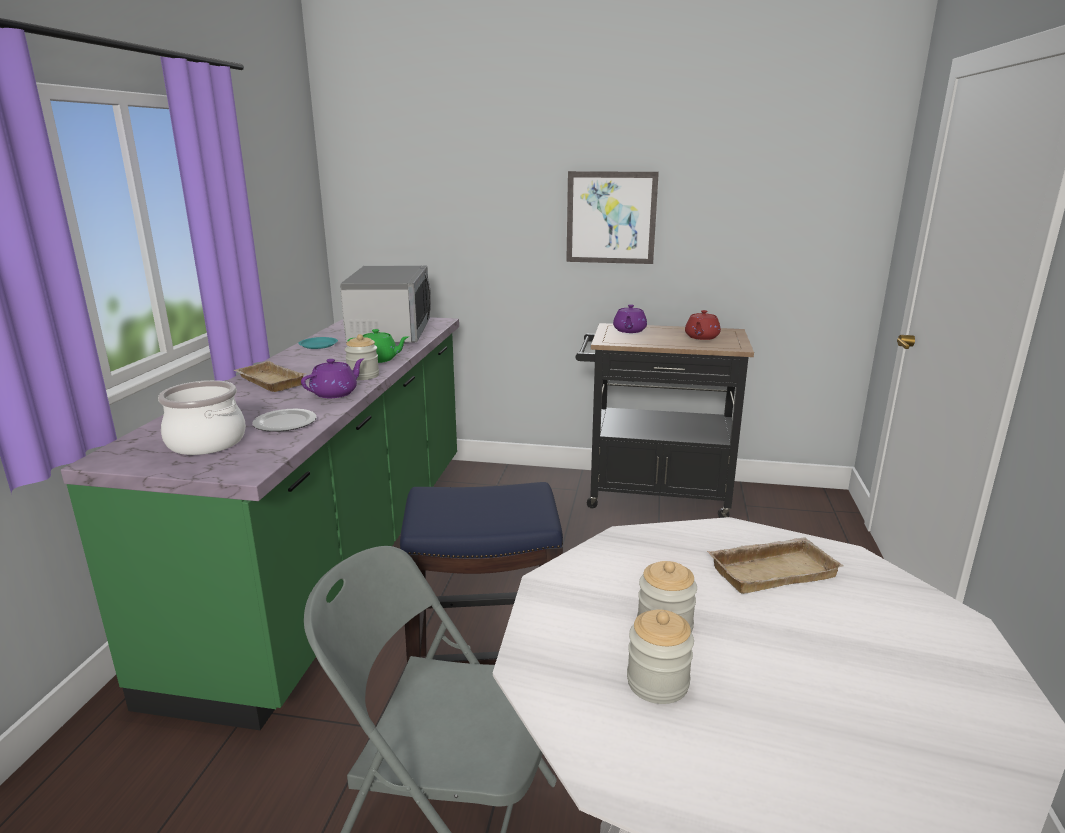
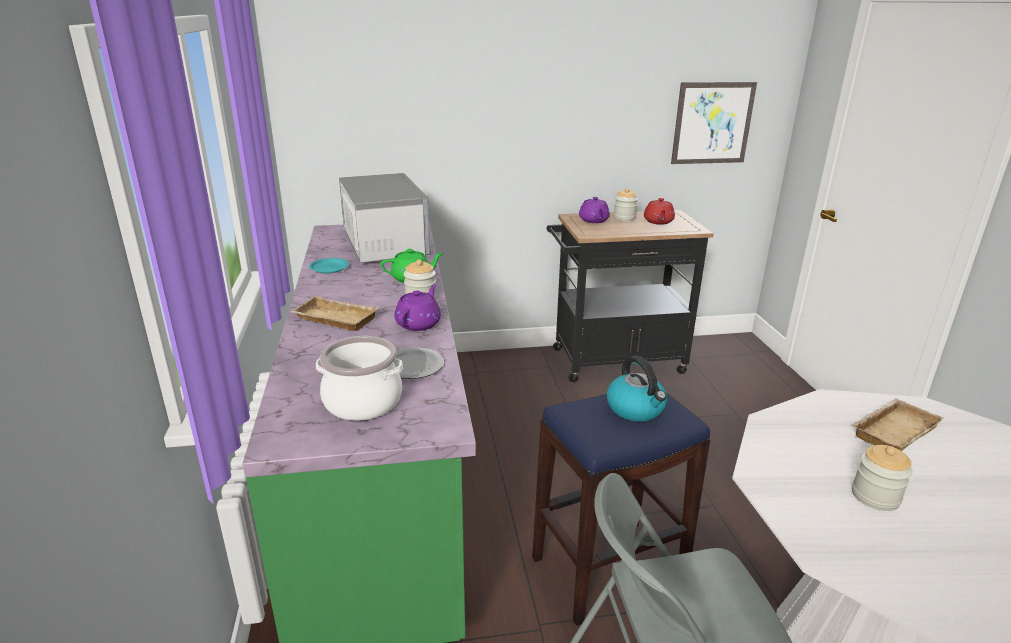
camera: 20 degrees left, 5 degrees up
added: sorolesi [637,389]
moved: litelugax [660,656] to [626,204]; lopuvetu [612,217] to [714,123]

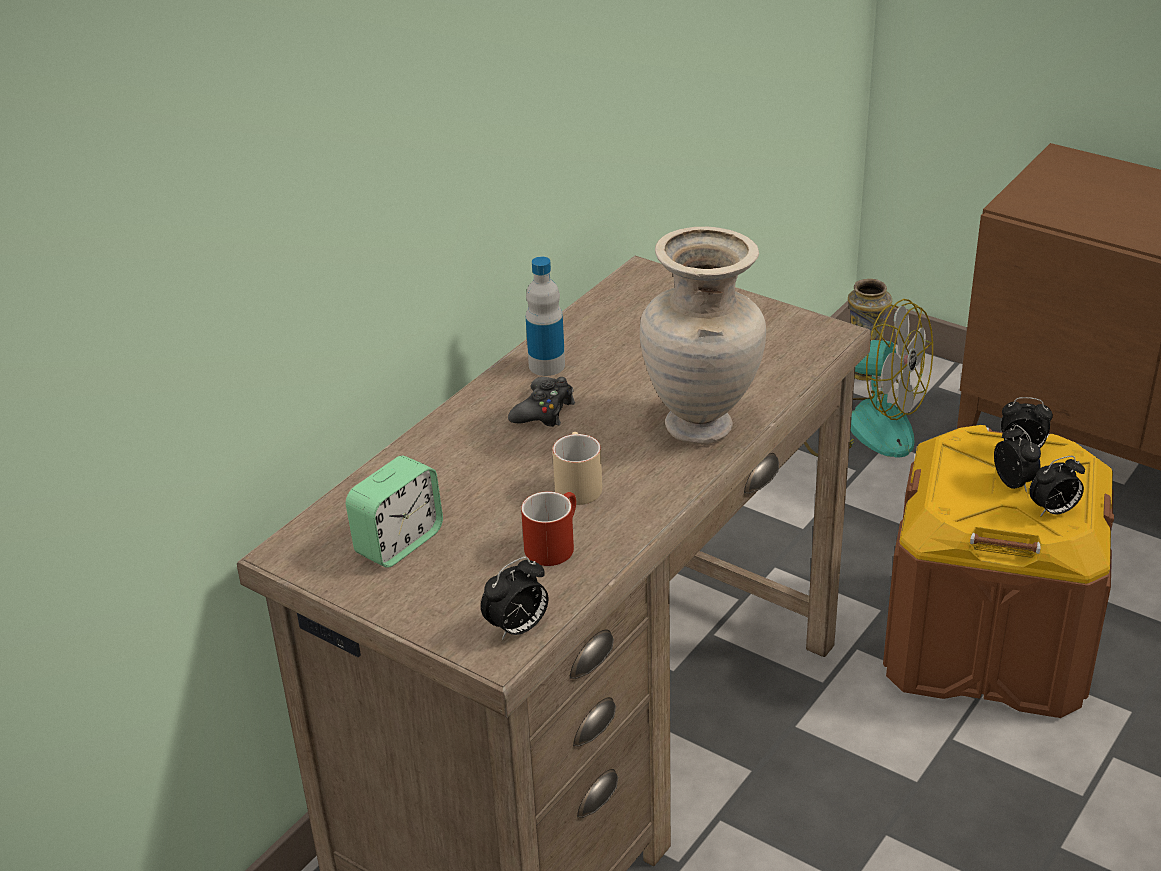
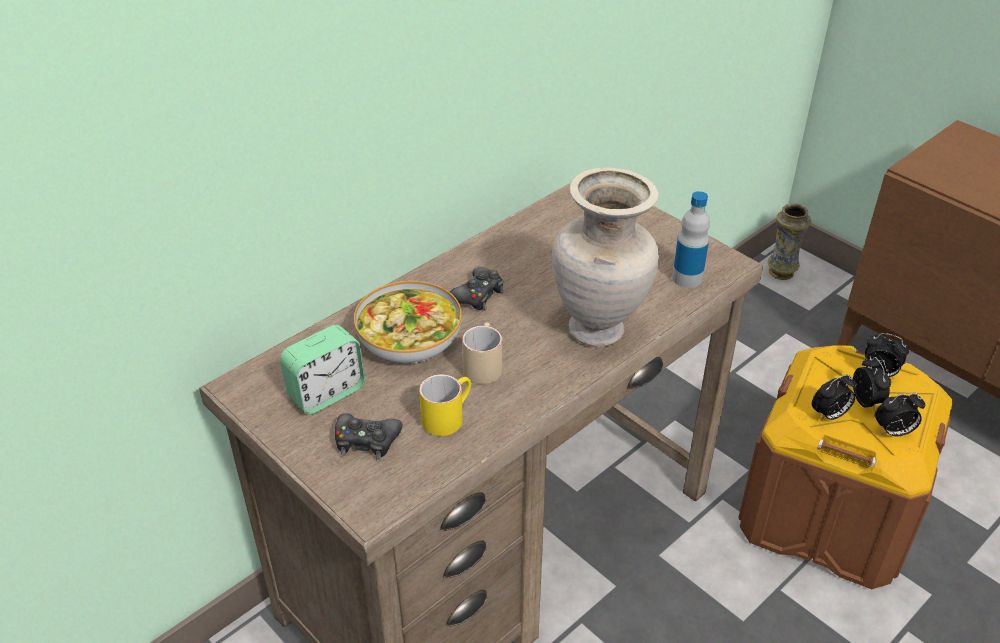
camera: 10 degrees right, 5 degrees up
removed: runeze [868,378]
added: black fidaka [368,436]; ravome [408,322]
moved: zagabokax [545,316] to [691,239]; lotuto [515,598] to [834,397]
recoloured: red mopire [548,528] to yellow mopire [445,405]

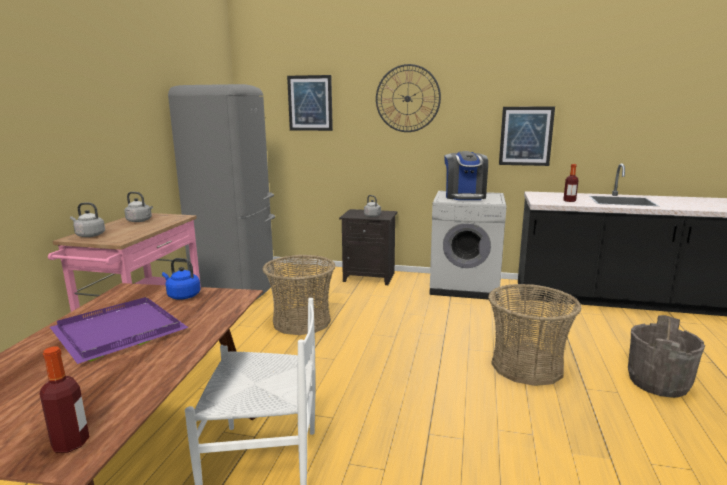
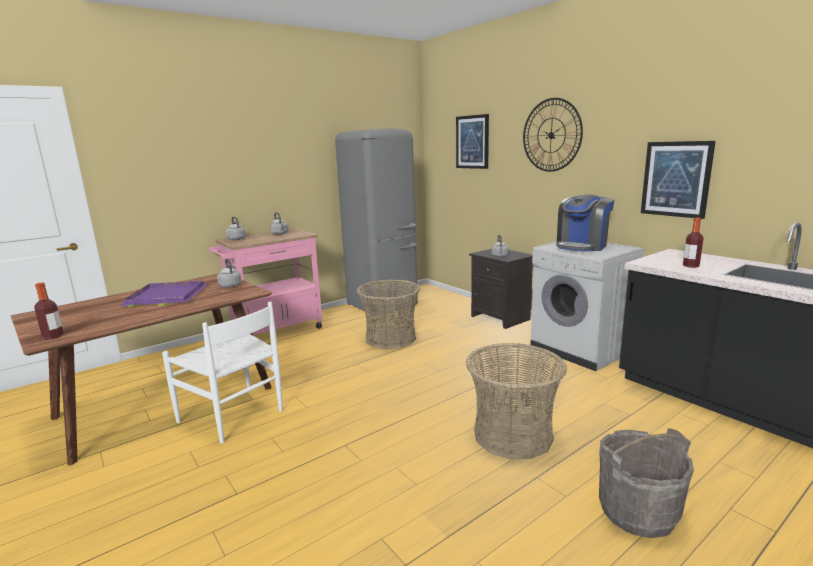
camera: 40 degrees right, 0 degrees up
recoloured: blue sorolesi [181,279] to grey sorolesi [229,273]

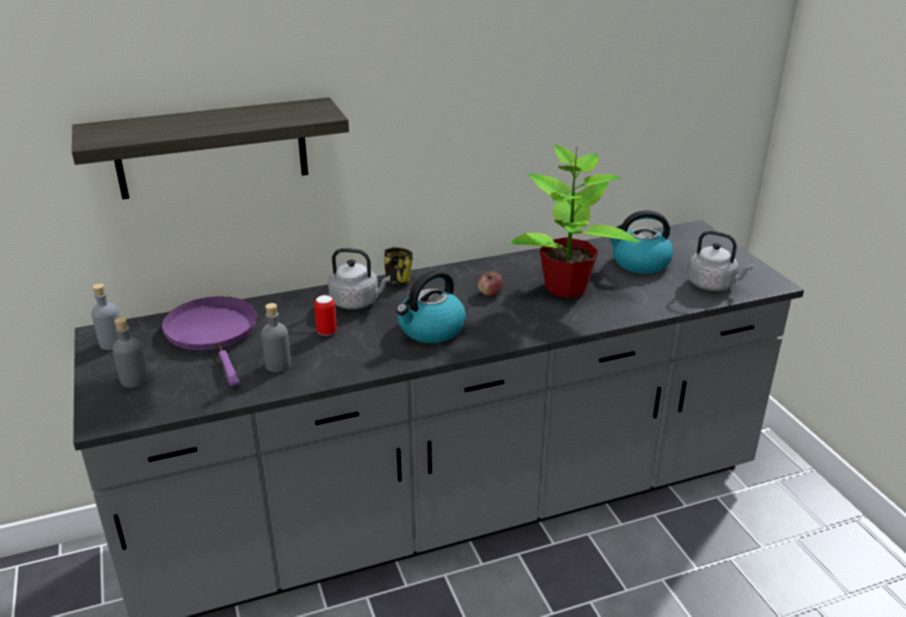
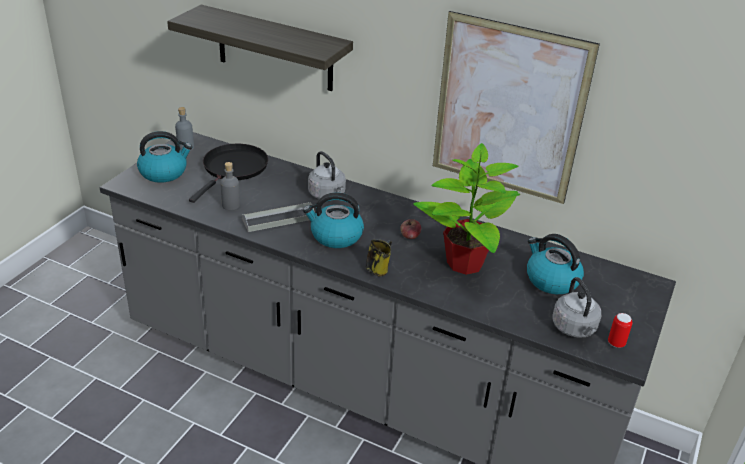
camera: 45 degrees right, 5 degrees up
added: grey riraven [278,217]; lopuvetu [516,107]
moved: mopire [398,266] to [379,257]; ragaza [325,315] to [620,330]
replaced: grey zagabokax [130,352] to sorolesi [164,157]
recoloured: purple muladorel [209,341] to black muladorel [228,173]

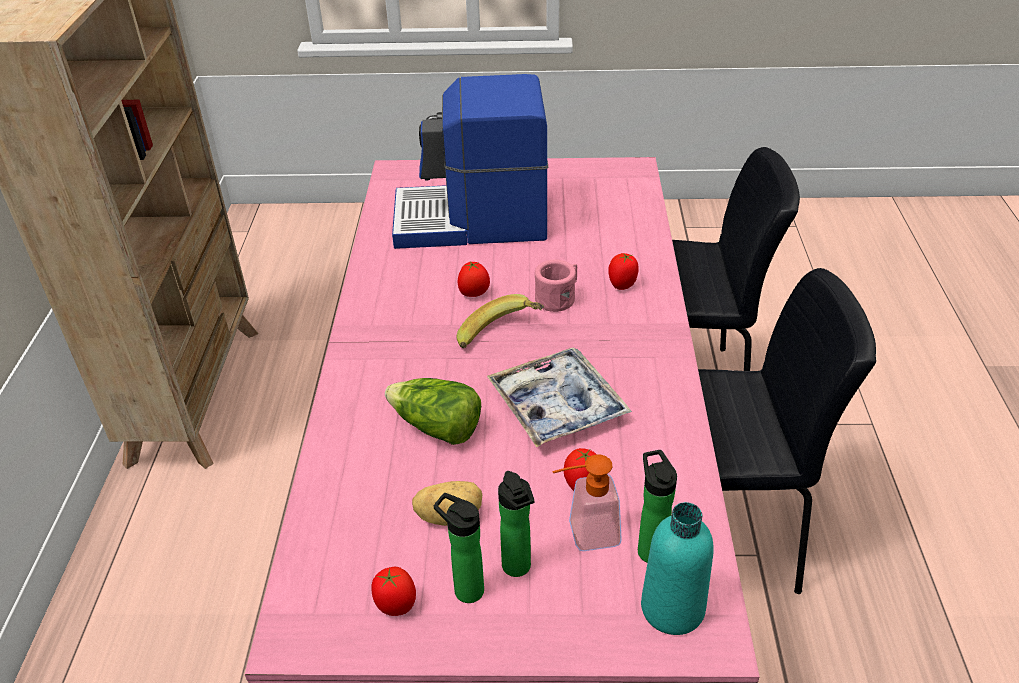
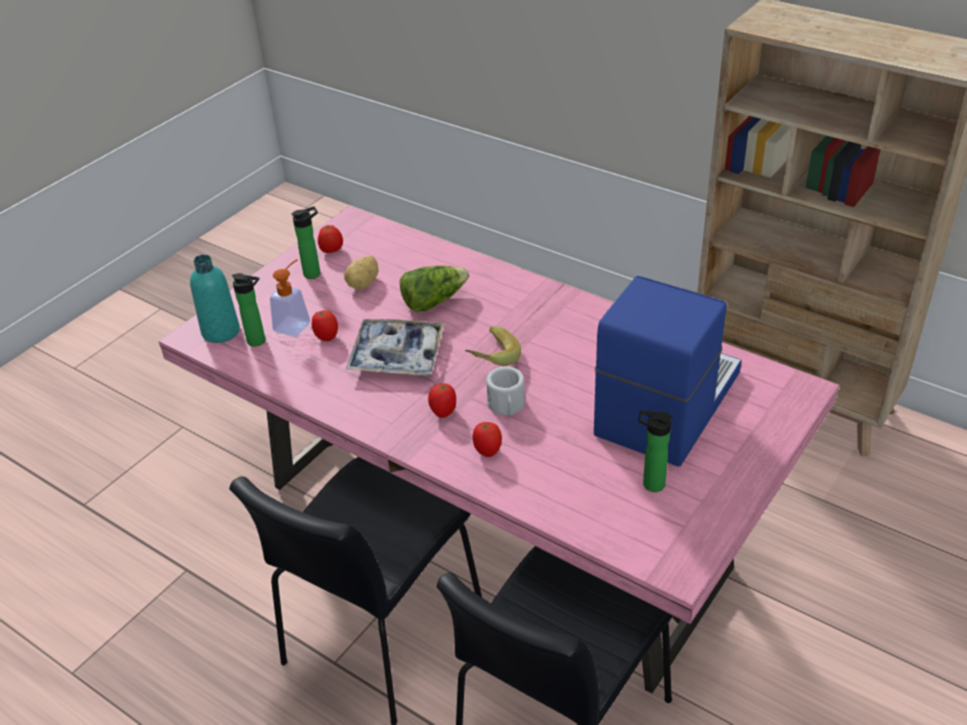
camera: 125 degrees right, 0 degrees up
moved: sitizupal [474,279] to [442,400]; zagabokax [516,524] to [656,451]
recoloured: pink mopire [556,285] to white mopire [505,391]

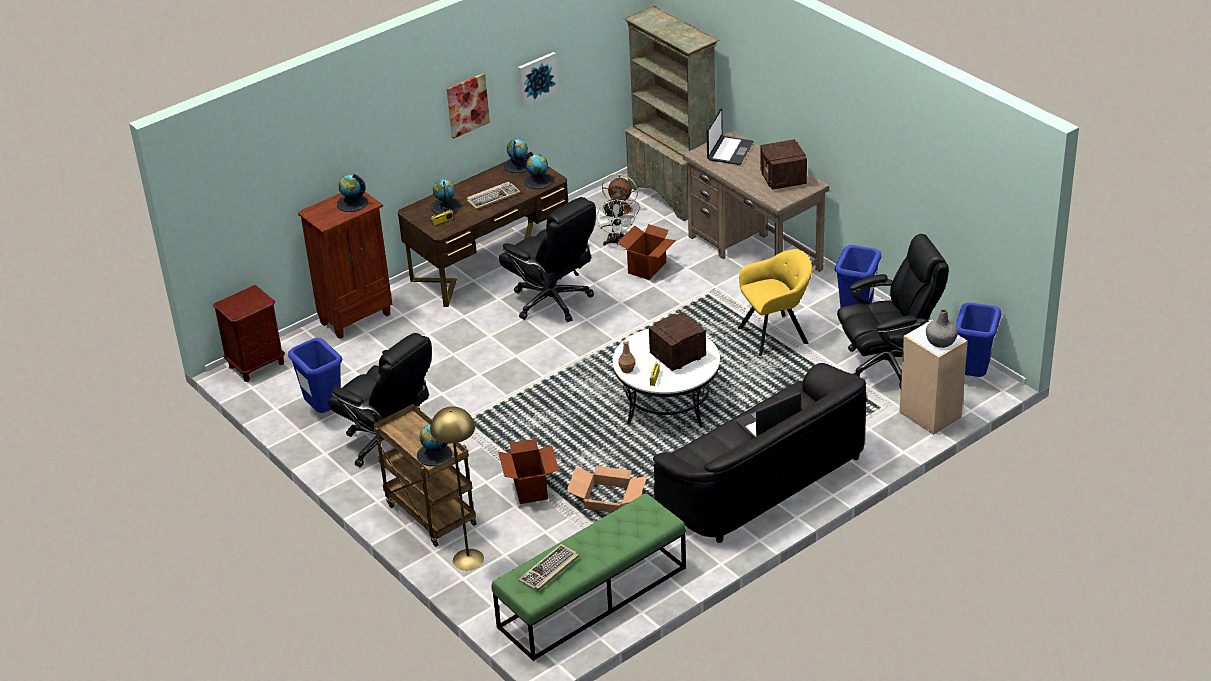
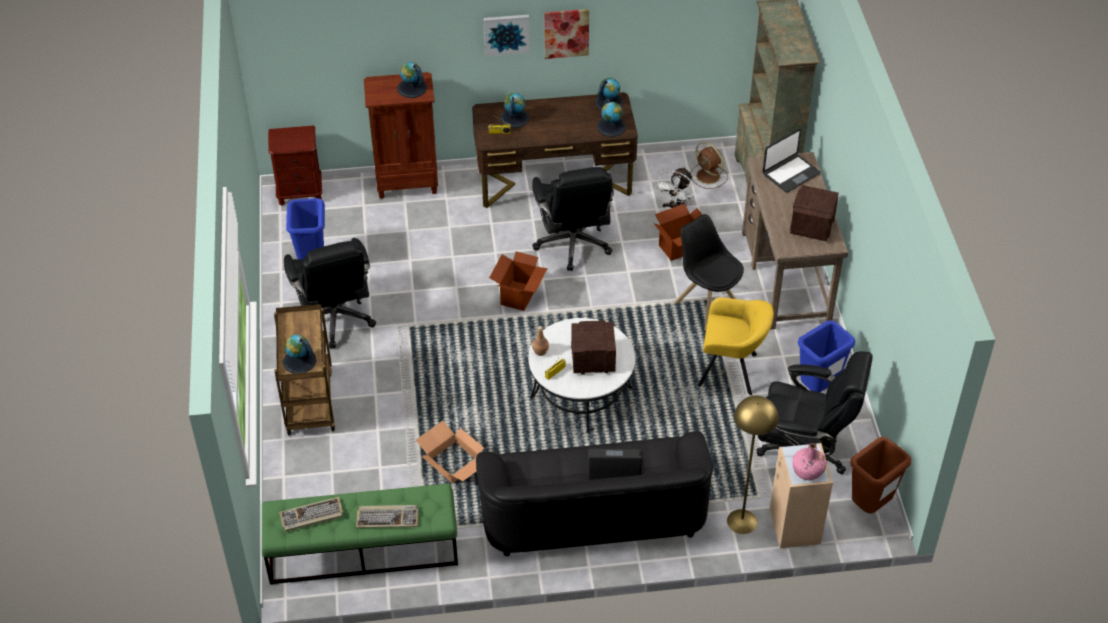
camera: 30 degrees right, 10 degrees up
added: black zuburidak [709,272]
moved: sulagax [493,195] to [387,516]; lopuvetu [538,79] to [507,35]; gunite [528,471] to [518,281]; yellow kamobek [457,488] to [753,465]
recoloured: grey zagabokax [942,328] to pink zagabokax [809,461]; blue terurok [978,339] to brown terurok [880,475]

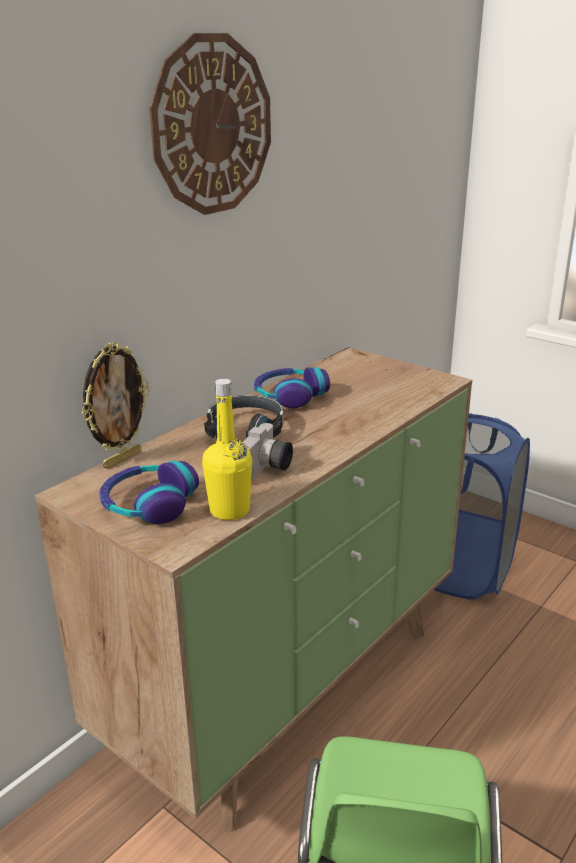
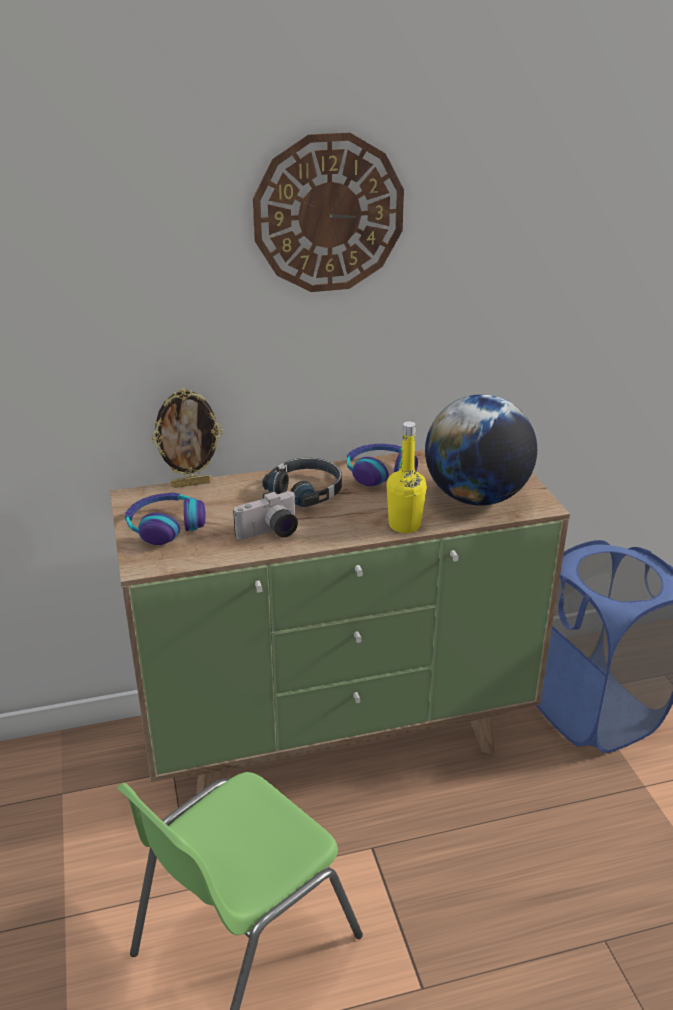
camera: 35 degrees right, 5 degrees up
added: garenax [481,450]
moved: yellow zagabokax [227,449] to [407,477]

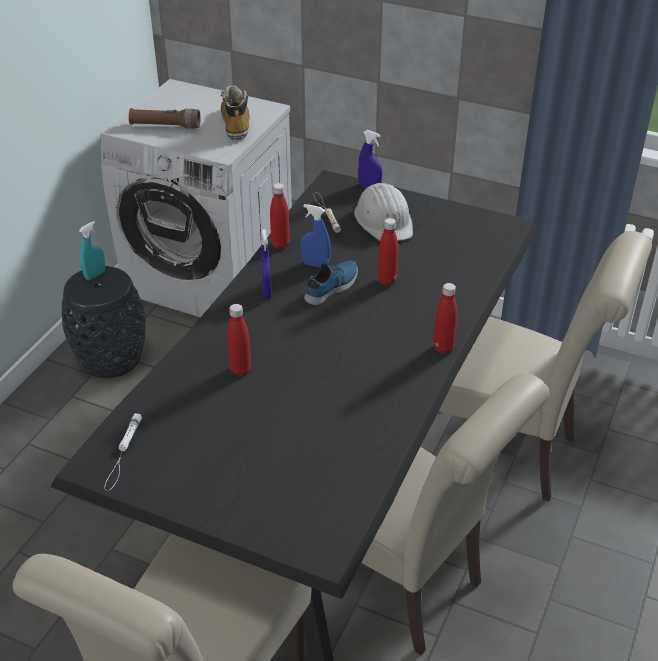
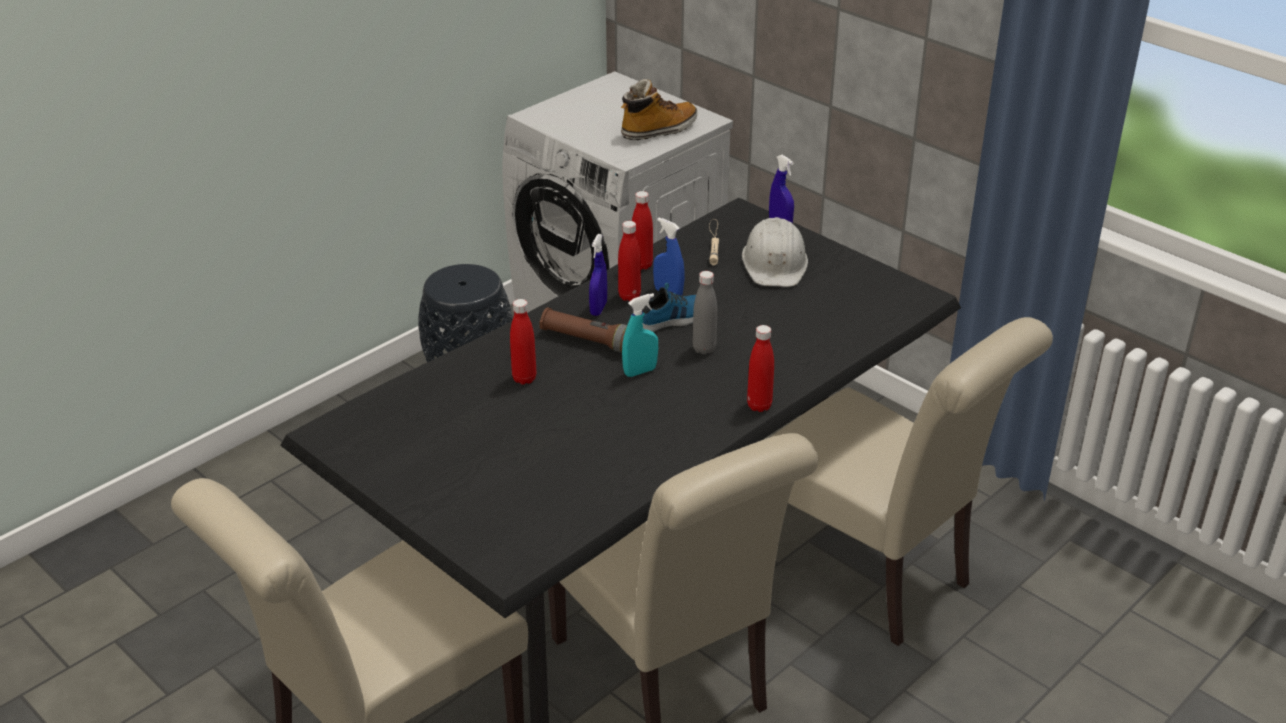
camera: 20 degrees right, 5 degrees down
removed: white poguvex [123,452]
added: grey zagabokax [704,313]
moved: brown poguvex [164,118] to [583,330]; red zagabokax [388,252] to [629,261]; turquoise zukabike [92,250] to [640,335]
turned: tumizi [235,112] = [659,109] 45 degrees clockwise

